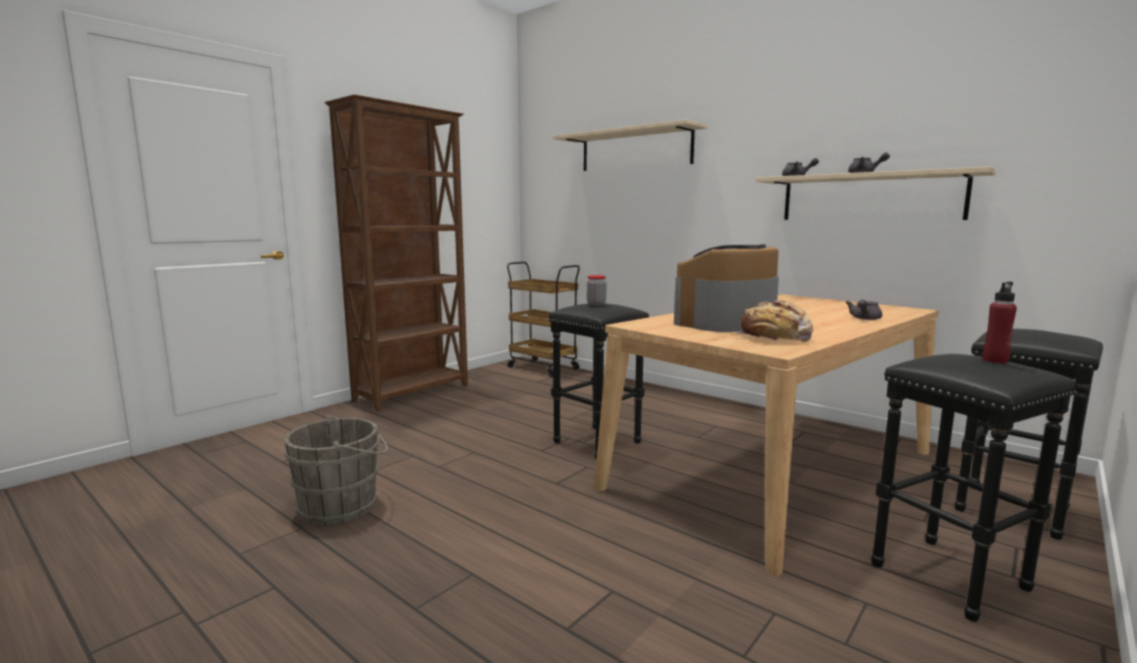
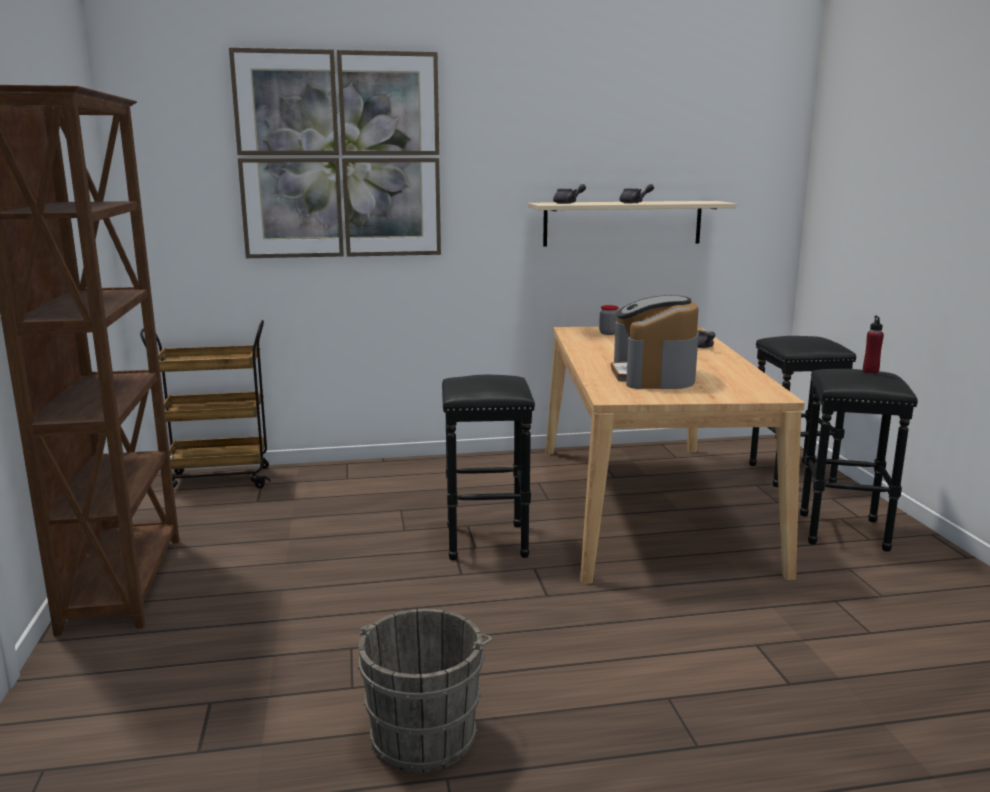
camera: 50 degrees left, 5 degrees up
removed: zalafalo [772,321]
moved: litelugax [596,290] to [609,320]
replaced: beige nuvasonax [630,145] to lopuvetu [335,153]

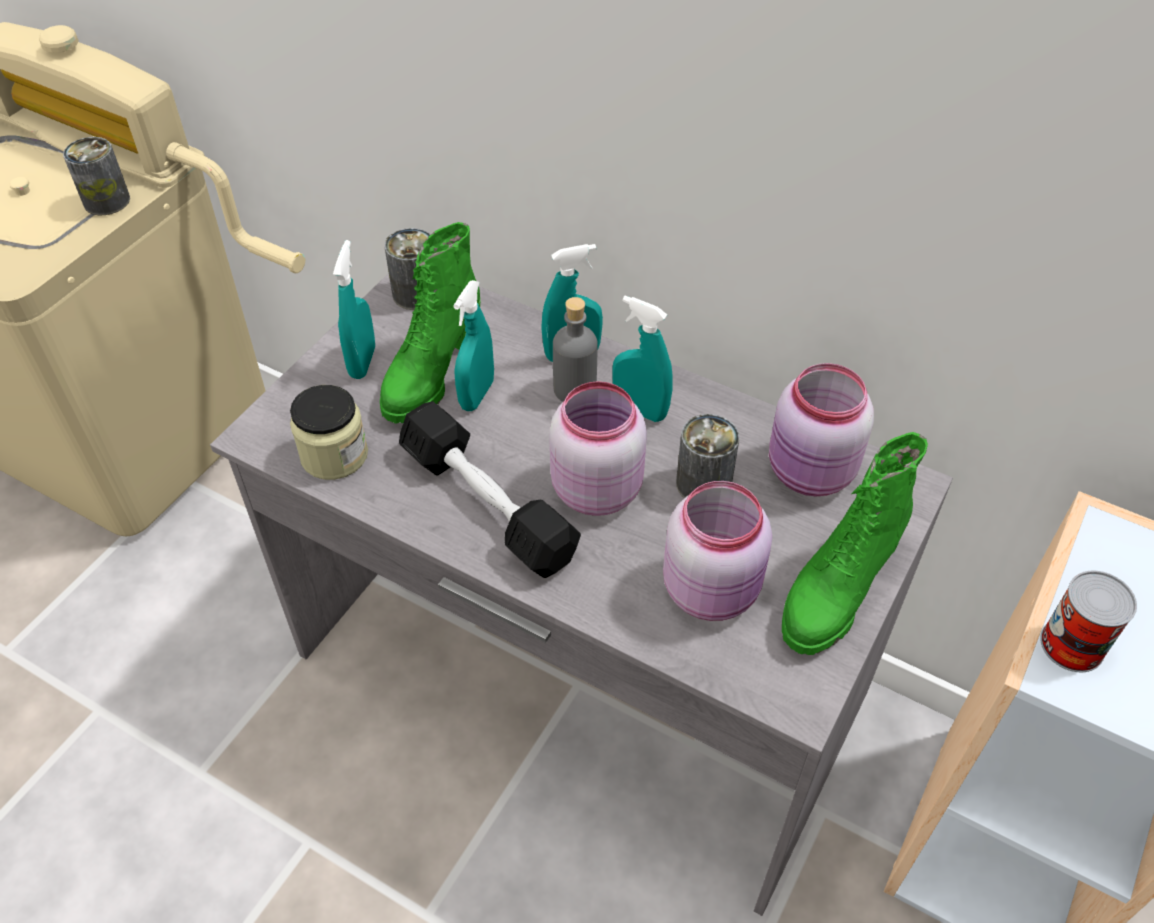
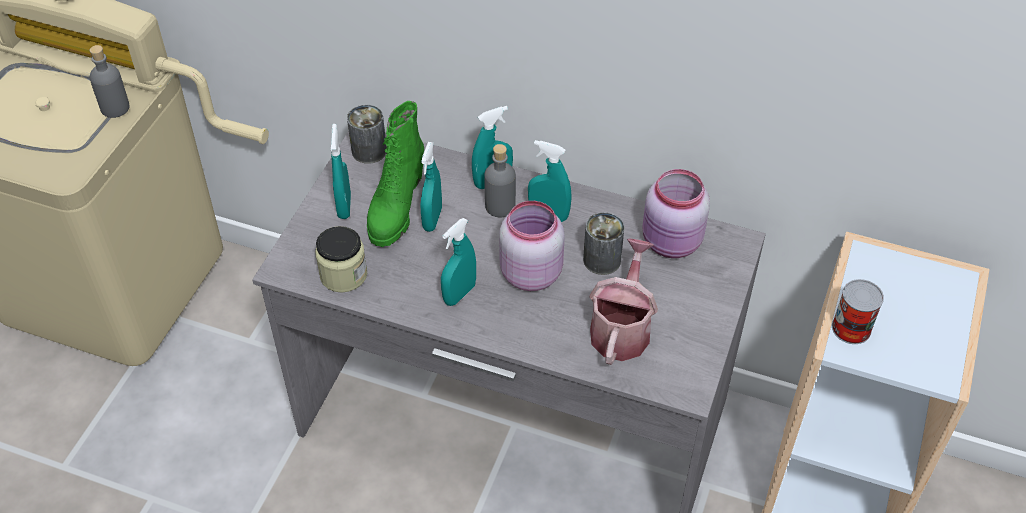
camera: 10 degrees left, 0 degrees up
removed: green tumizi [855,543]
replaced: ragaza [96,176] to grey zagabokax [110,81]; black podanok [490,489] to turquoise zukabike [458,262]; pink litelugax [717,551] to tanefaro [623,302]

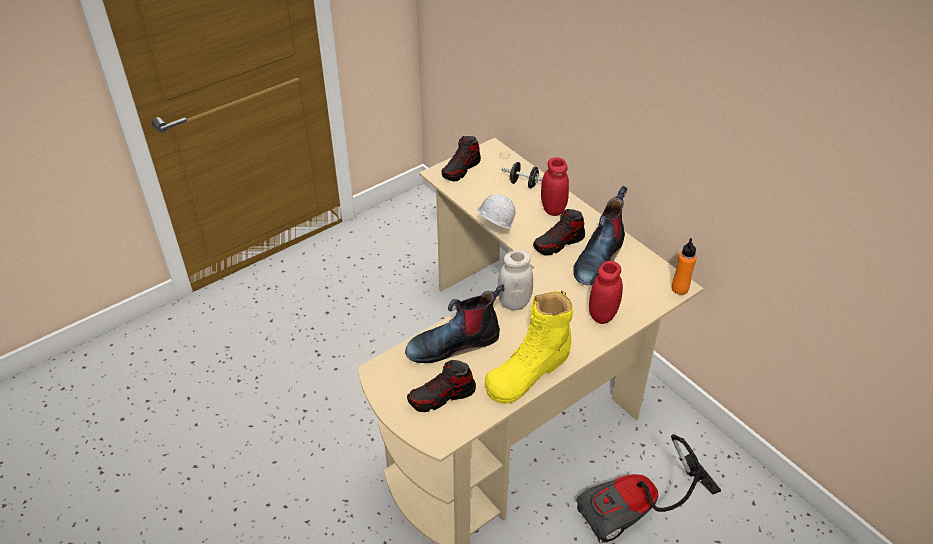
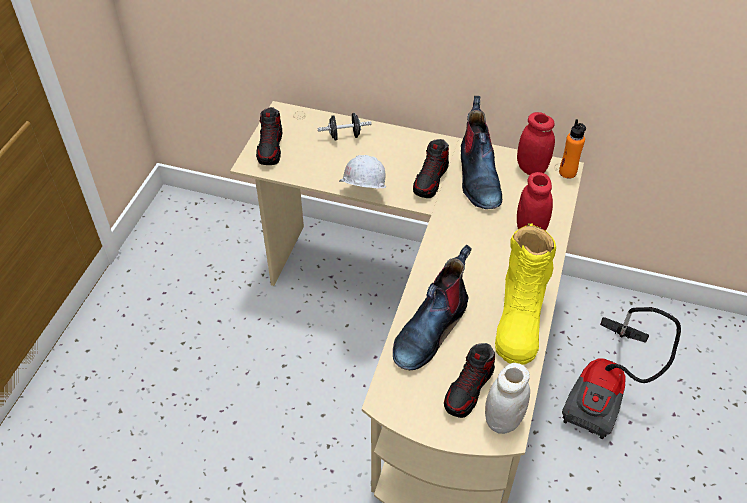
camera: 35 degrees left, 5 degrees up
moved: white litelugax [515,280] to [507,398]; red litelugax [555,187] to [536,143]

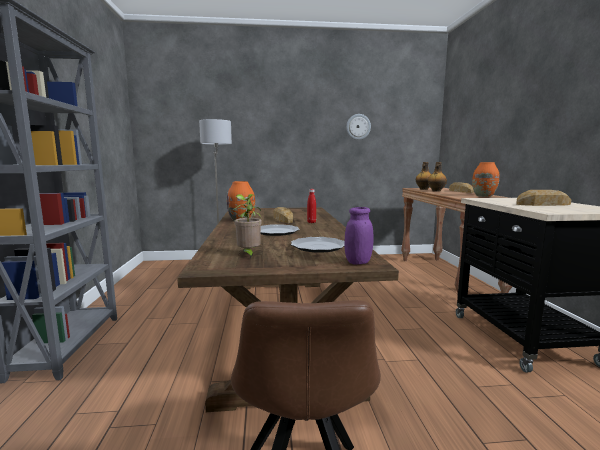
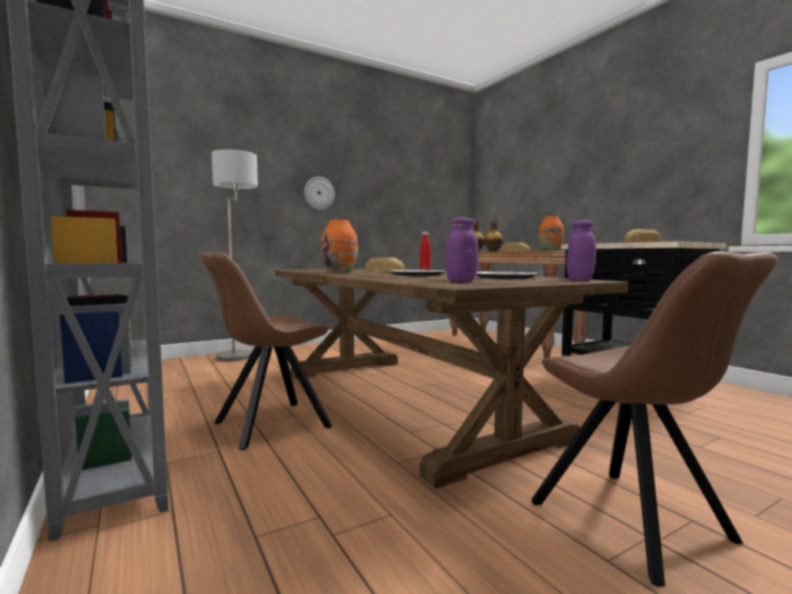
camera: 25 degrees left, 5 degrees down
added: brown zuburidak [266,351]
moved: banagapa [358,127] to [319,193]
replaced: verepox [247,226] to purple litelugax [462,250]

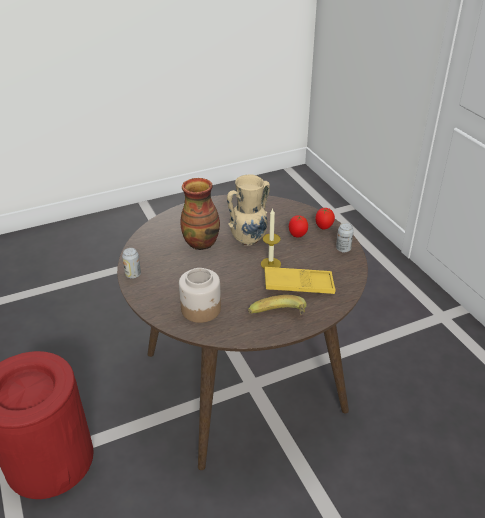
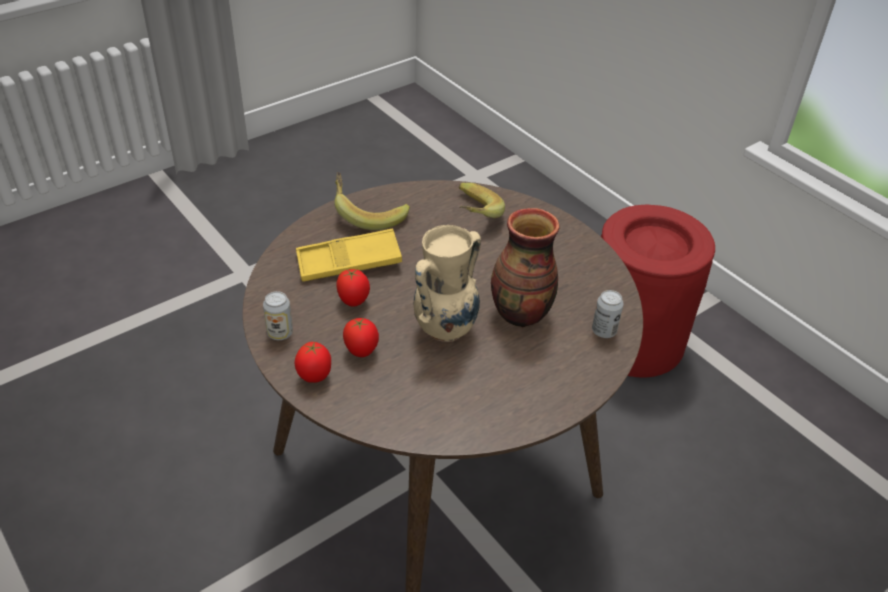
camera: 165 degrees right, 5 degrees up
removed: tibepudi [271,238]
added: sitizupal [353,288]
moved: ragaza [131,263] to [608,314]
replaced: litelugax [200,295] to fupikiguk [482,200]

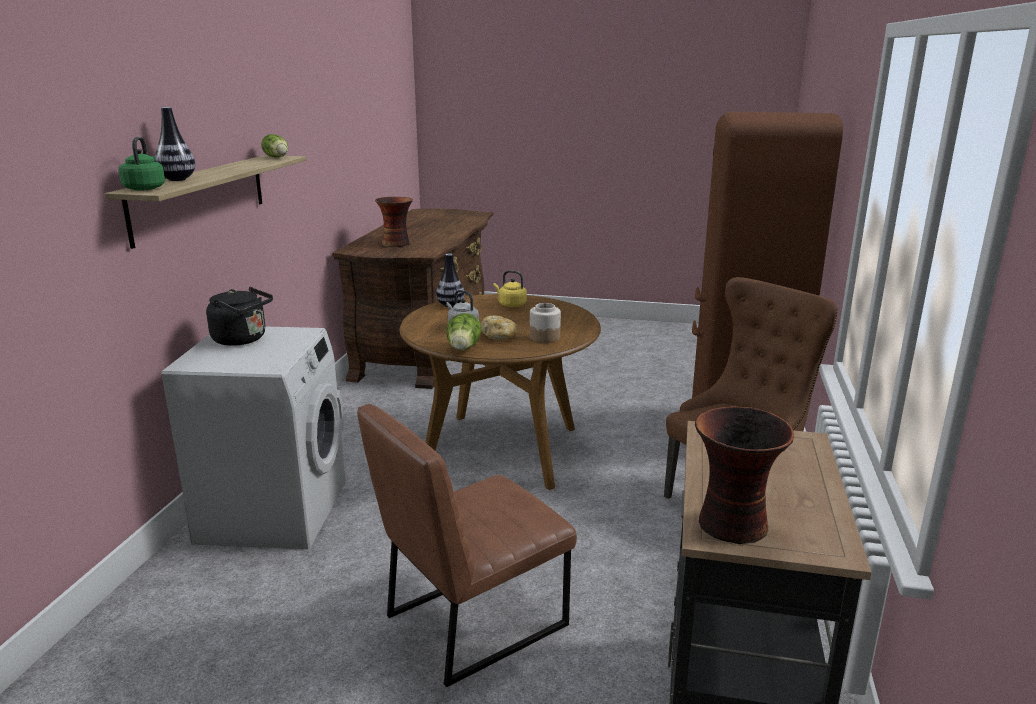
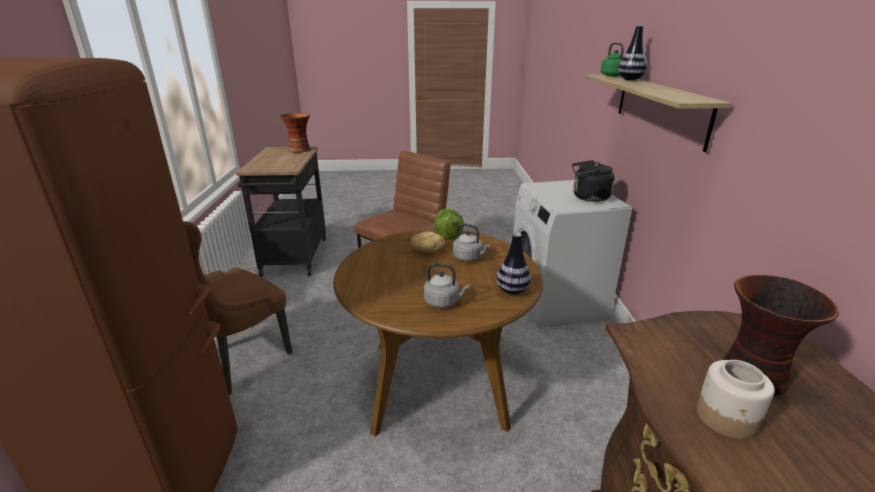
camera: 165 degrees right, 5 degrees up
removed: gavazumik [274,145]
moved: litelugax [545,323] to [735,399]
recoloured: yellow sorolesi [510,288] to grey sorolesi [446,285]

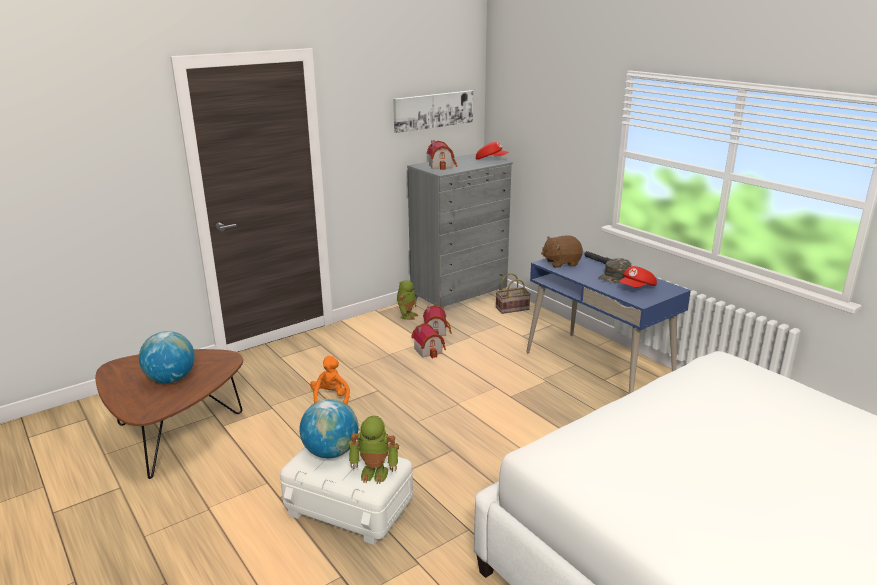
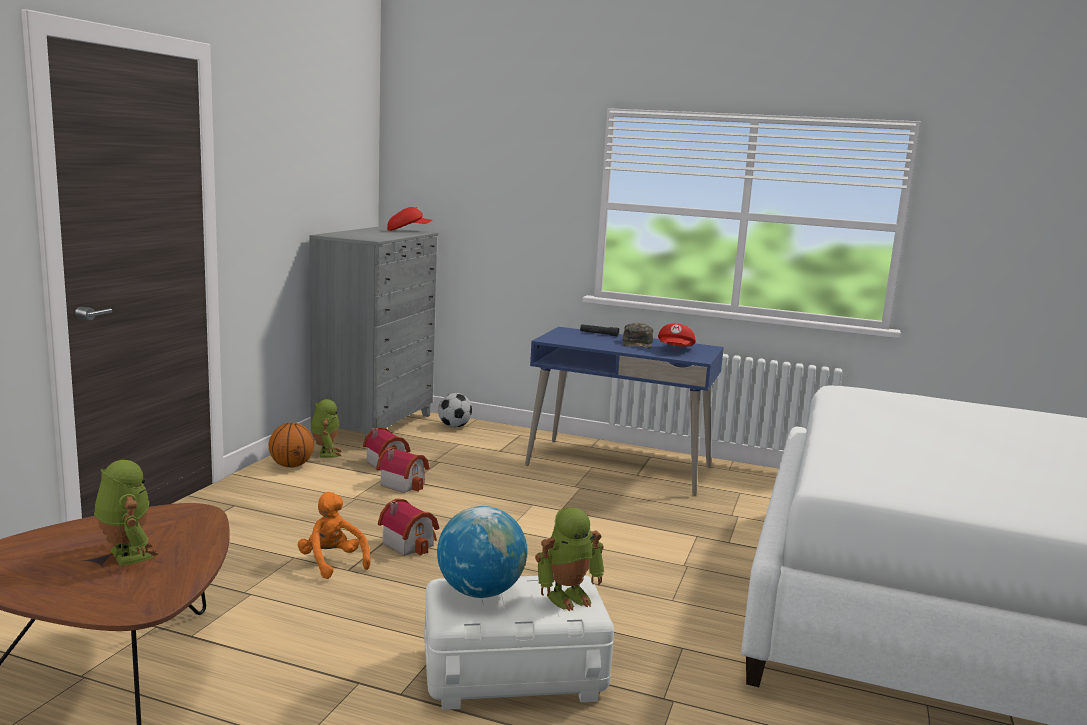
camera: 35 degrees left, 10 degrees down
removed: lopuvetu [433,111]; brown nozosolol [562,251]
added: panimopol [291,445]
moved: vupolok [442,155] to [408,527]
replaced: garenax [167,357] to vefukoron [126,513]; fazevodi [513,293] to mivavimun [455,410]

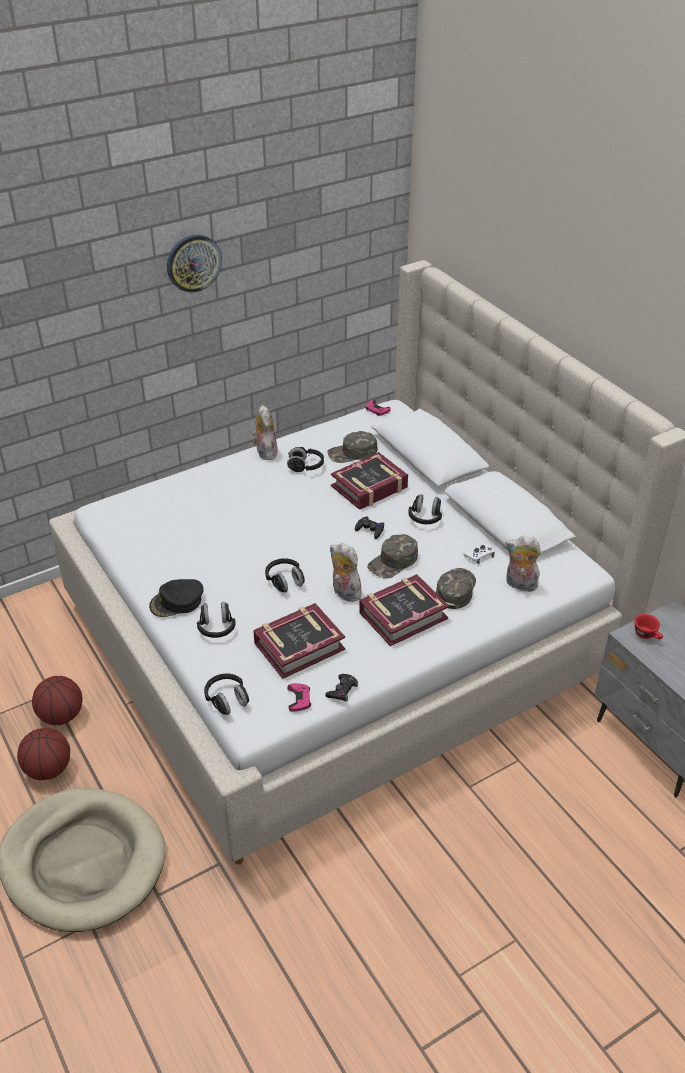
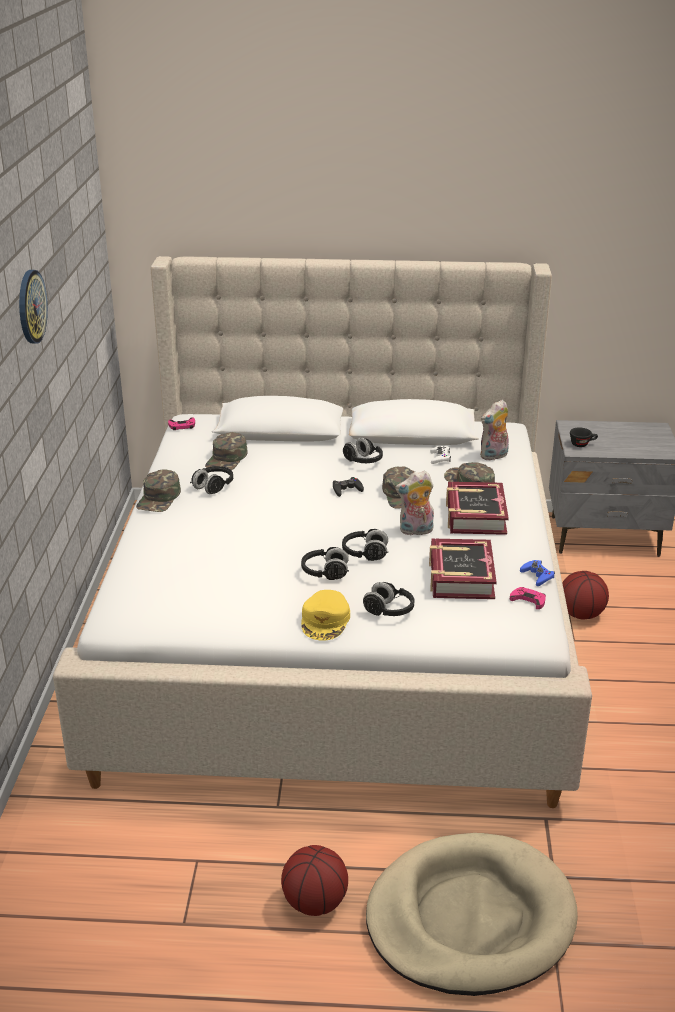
camera: 55 degrees left, 10 degrees down
removed: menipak [369,481]
moved: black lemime [226,694] to [325,563]; panimopol [57,700] to [585,595]
replaced: nozosolol [264,432] to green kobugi [158,490]
recoloured: black kobugi [176,598] to yellow kobugi [325,615]; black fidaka [341,688] to blue fidaka [537,573]; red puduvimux [648,626] to black puduvimux [584,437]

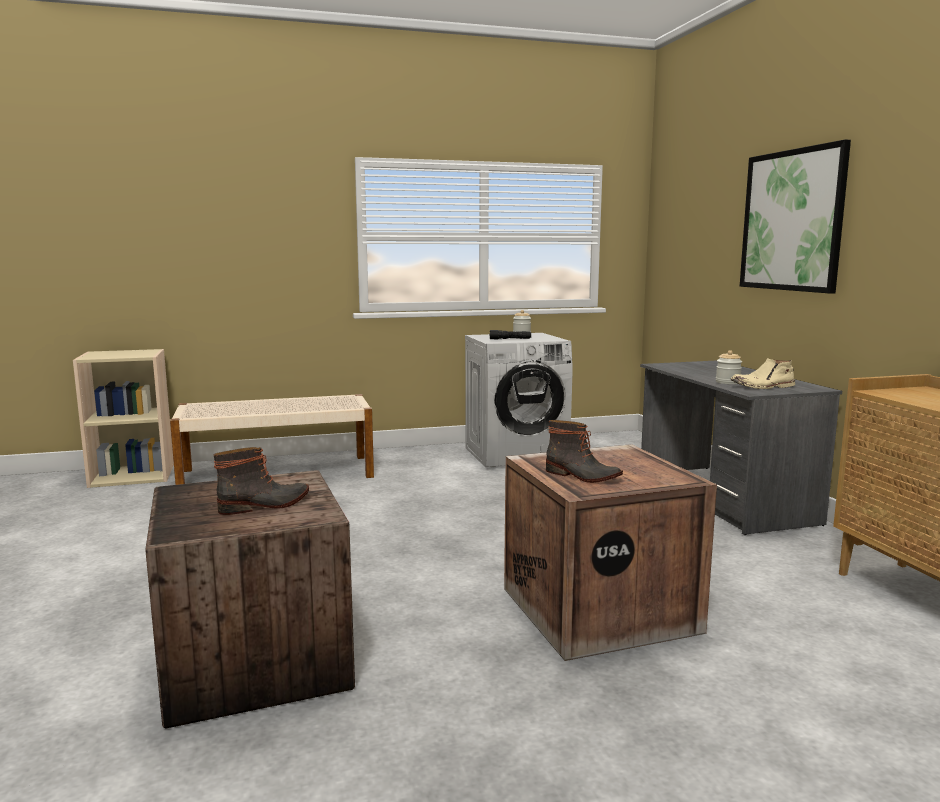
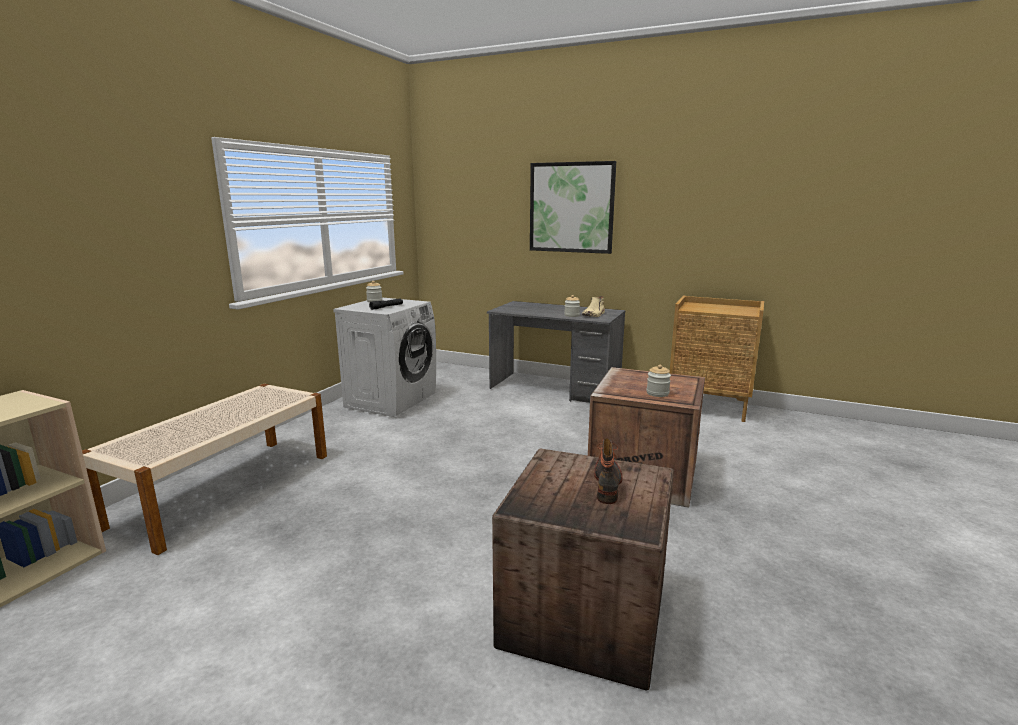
camera: 50 degrees left, 5 degrees up
replaced: tumizi [584,451] to litelugax [659,381]

